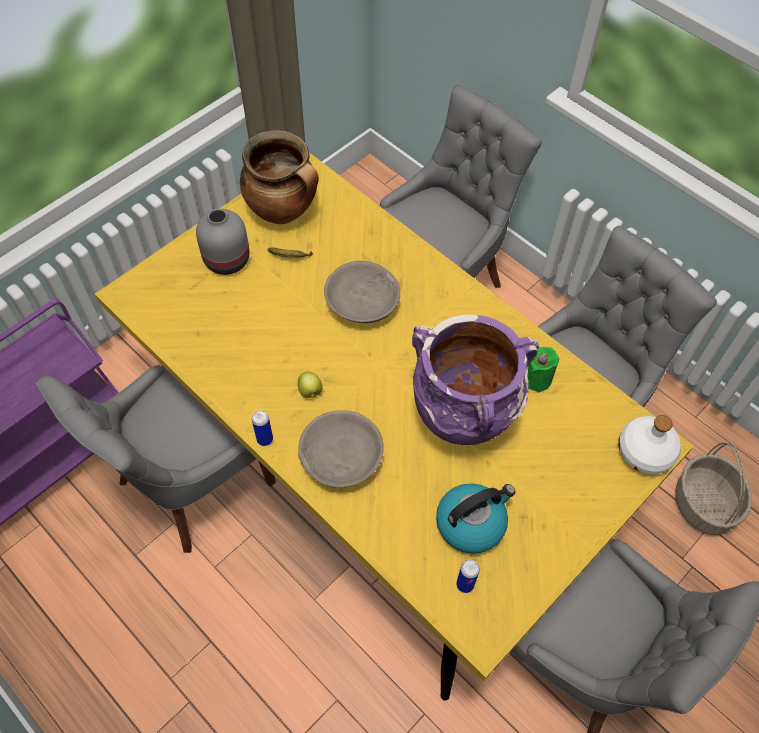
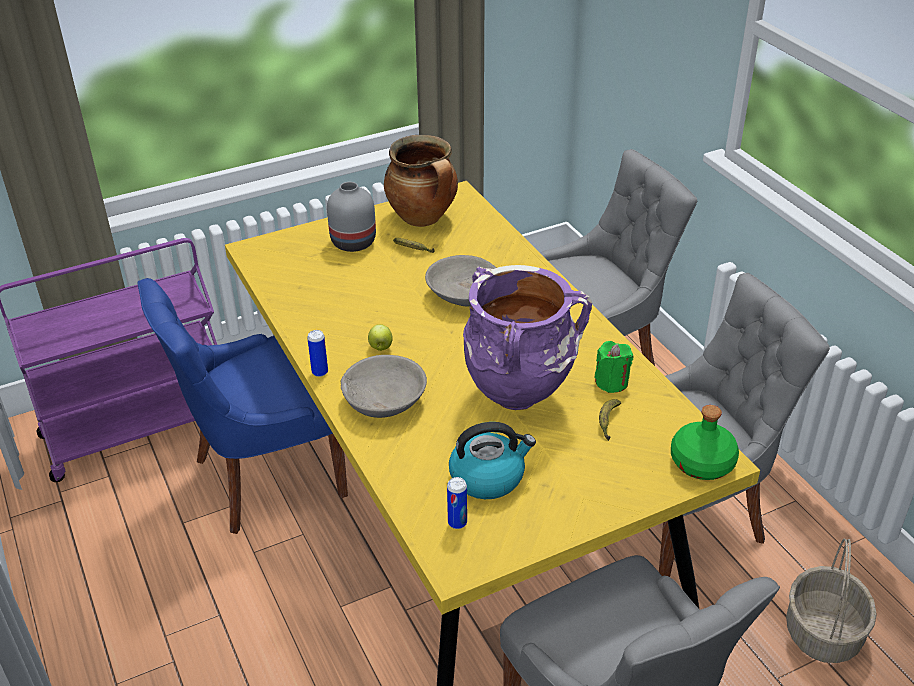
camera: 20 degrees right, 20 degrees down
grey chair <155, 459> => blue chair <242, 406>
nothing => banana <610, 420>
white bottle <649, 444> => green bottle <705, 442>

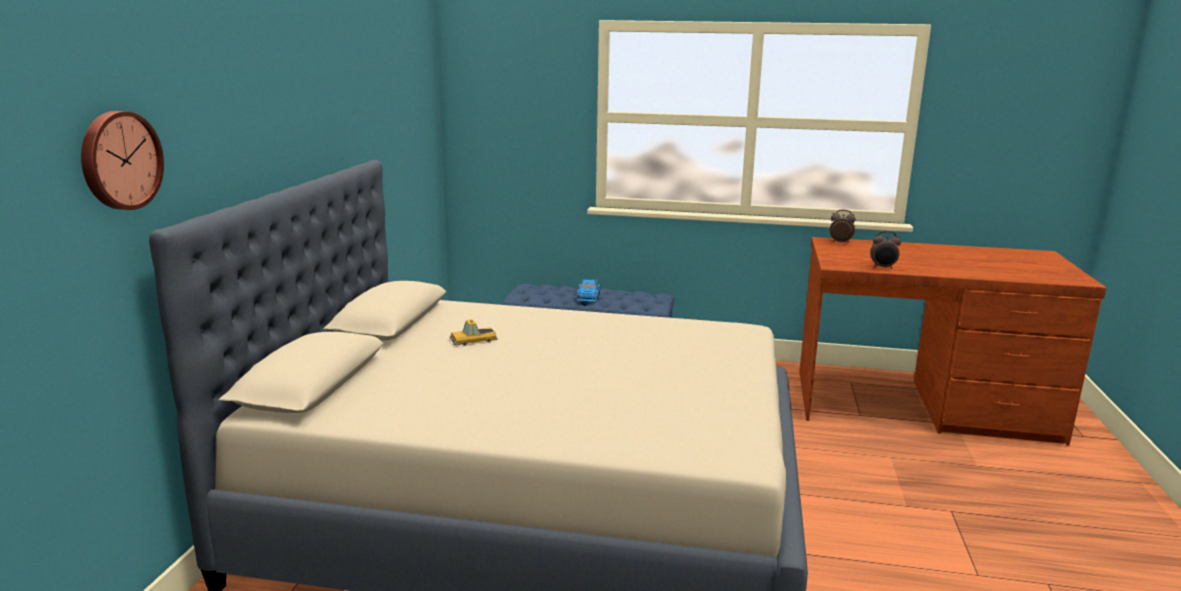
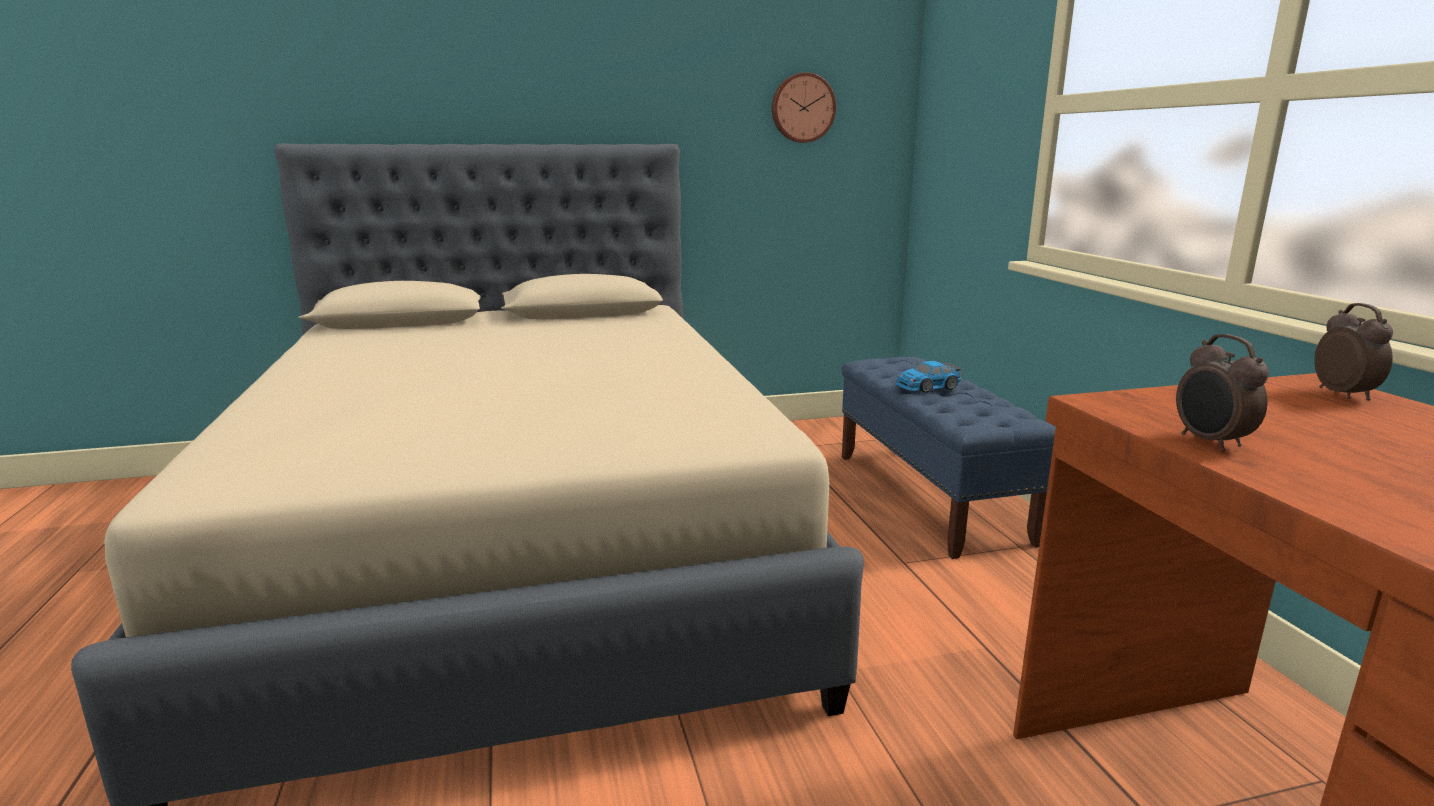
camera: 65 degrees right, 0 degrees up
wall clock <122, 160> => wall clock <804, 108>, moved
toy car <474, 332> => nothing

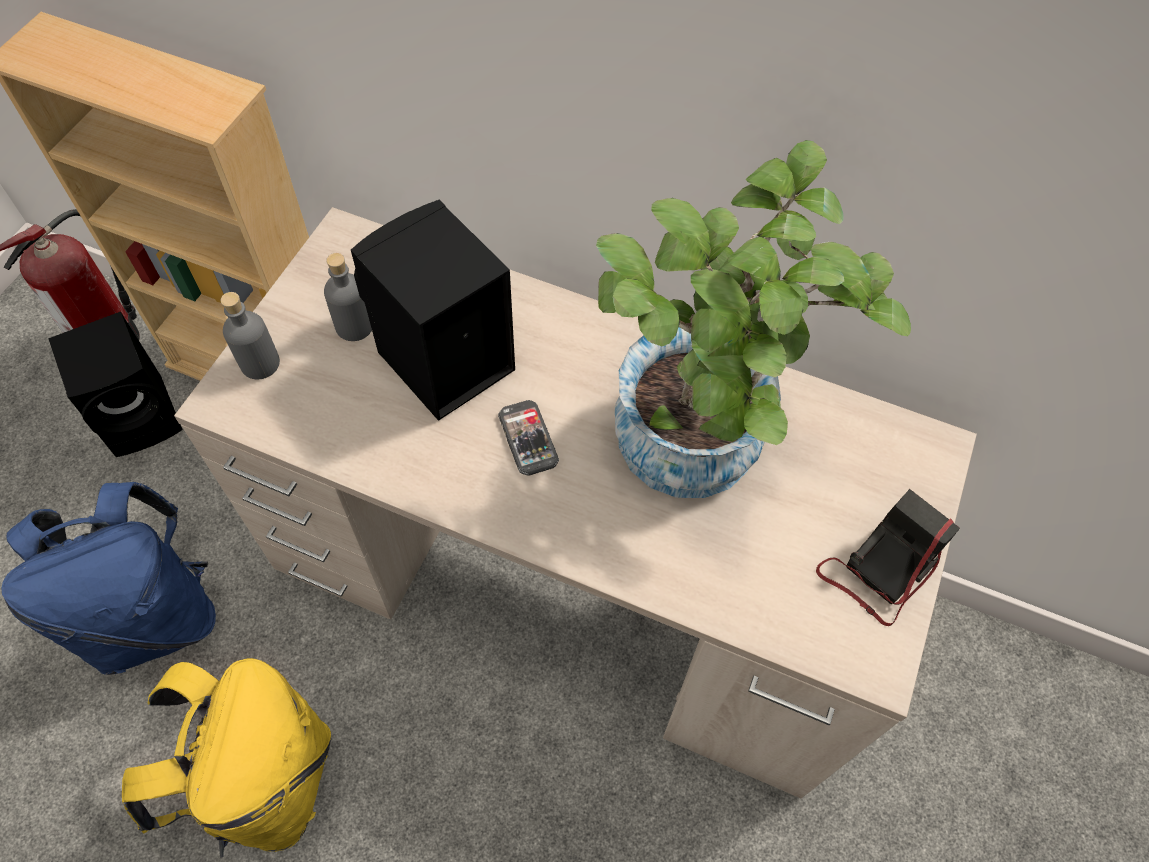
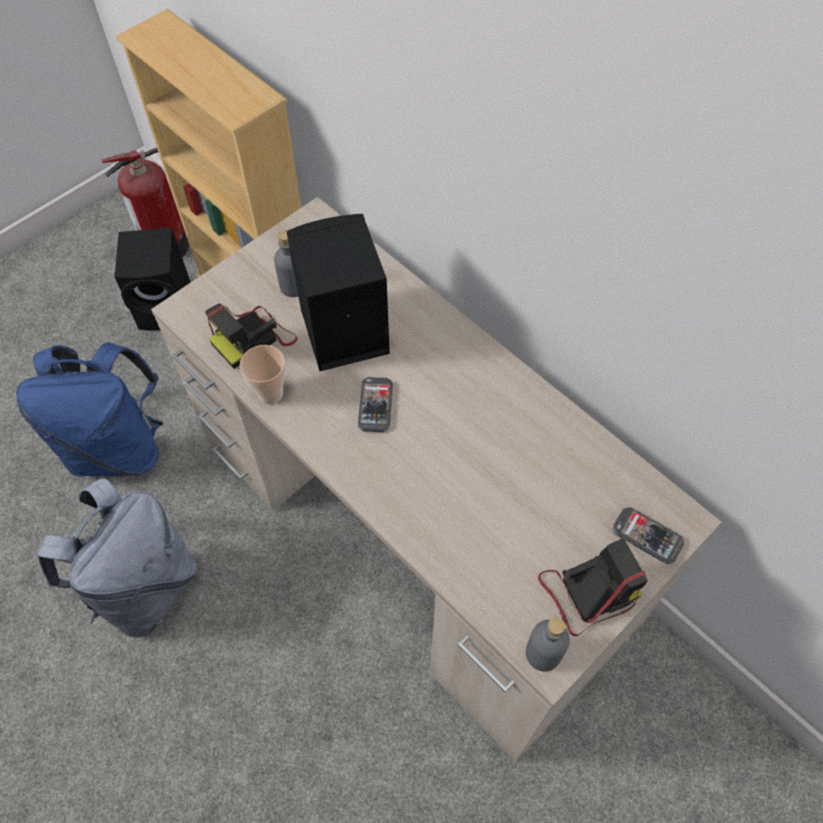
camera: 25 degrees right, 0 degrees up
yellow backpack <226, 758> => grey backpack <117, 558>
nothing => photo camera <251, 336>
nothing => cup <263, 374>
grey bottle <250, 336> => grey bottle <547, 644>, moved
nothing => phone <648, 535>
potted plant <753, 319> => nothing

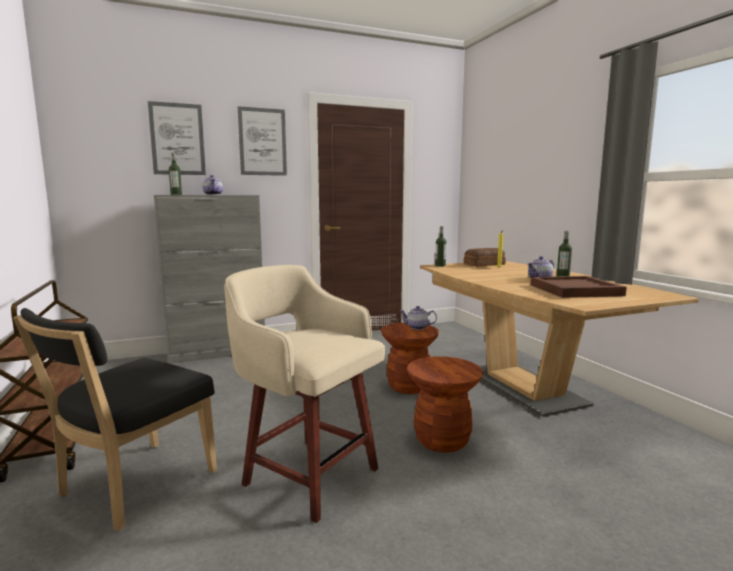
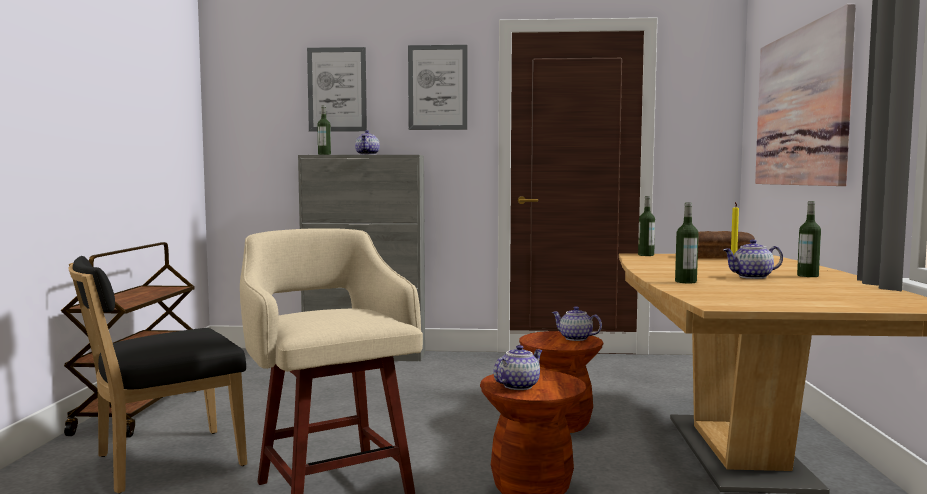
camera: 25 degrees right, 5 degrees down
nothing => teapot <518, 367>
nothing => bottle <687, 242>
nothing => picture <805, 95>
brown tray <579, 287> => nothing

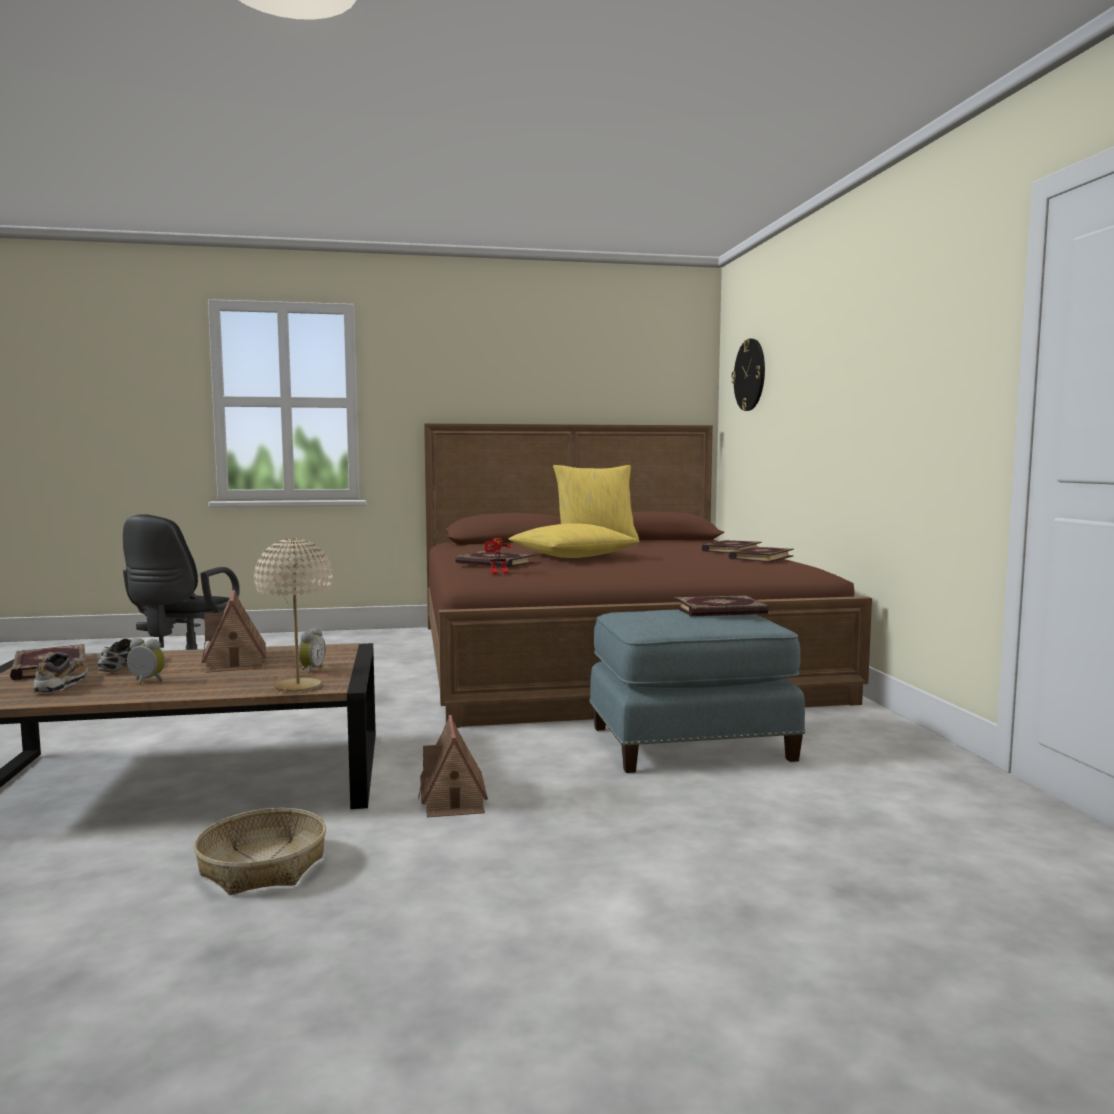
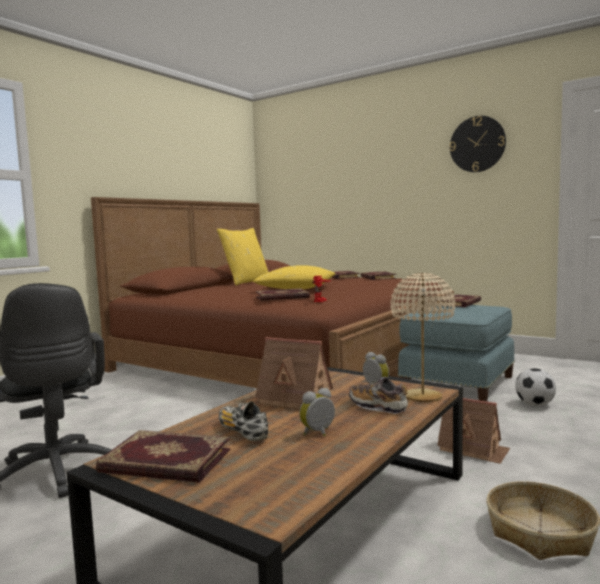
camera: 45 degrees left, 0 degrees up
shoe <61, 673> => shoe <378, 395>, moved
wall clock <748, 375> => wall clock <478, 144>, moved
nothing => football <535, 387>

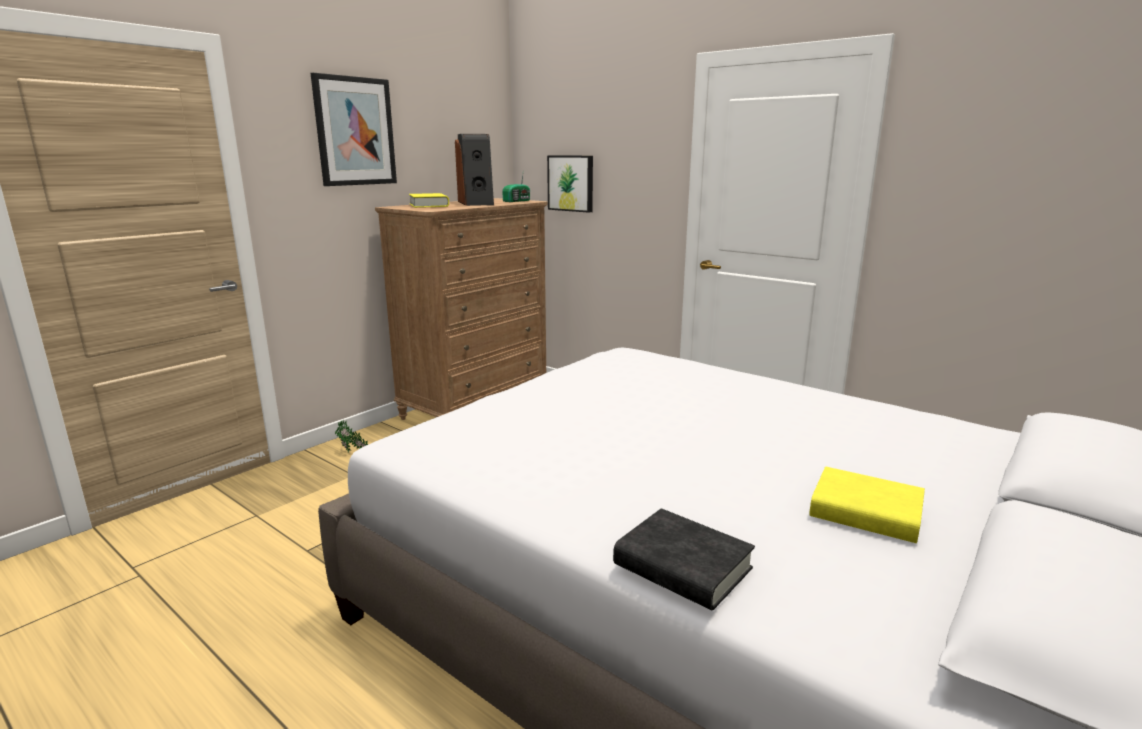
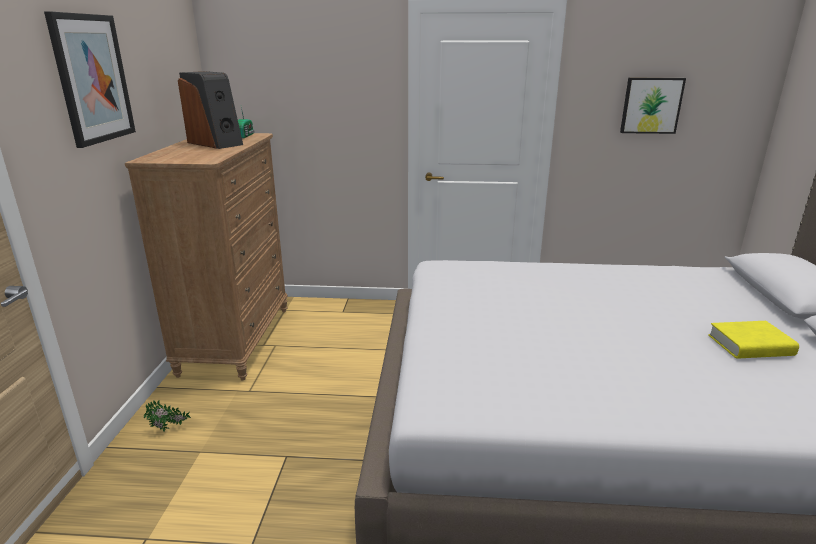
camera: 35 degrees left, 5 degrees up
picture <570, 184> => picture <653, 106>, moved
yellow book <429, 200> => nothing
black book <684, 559> => nothing

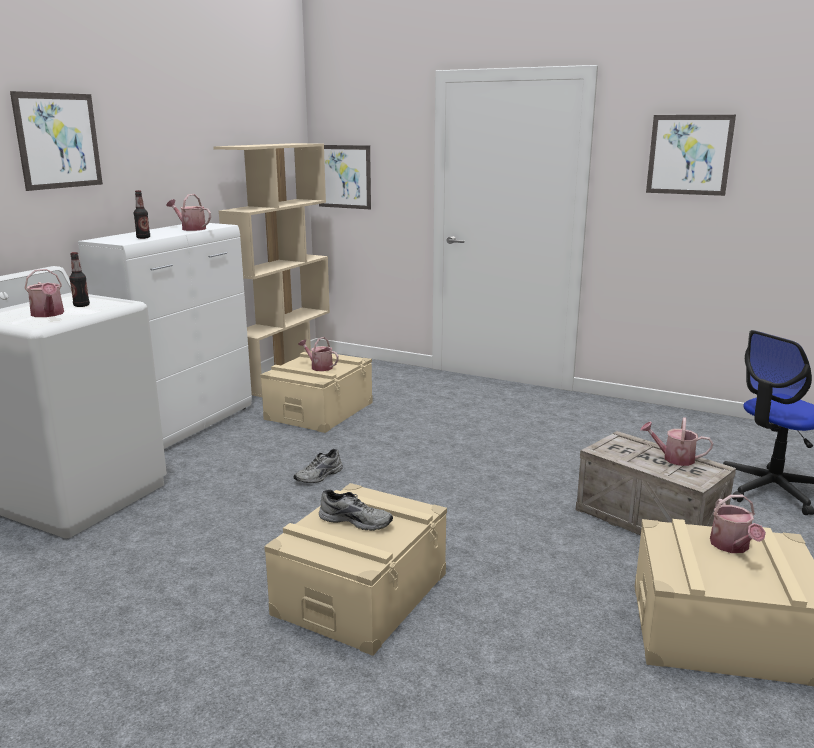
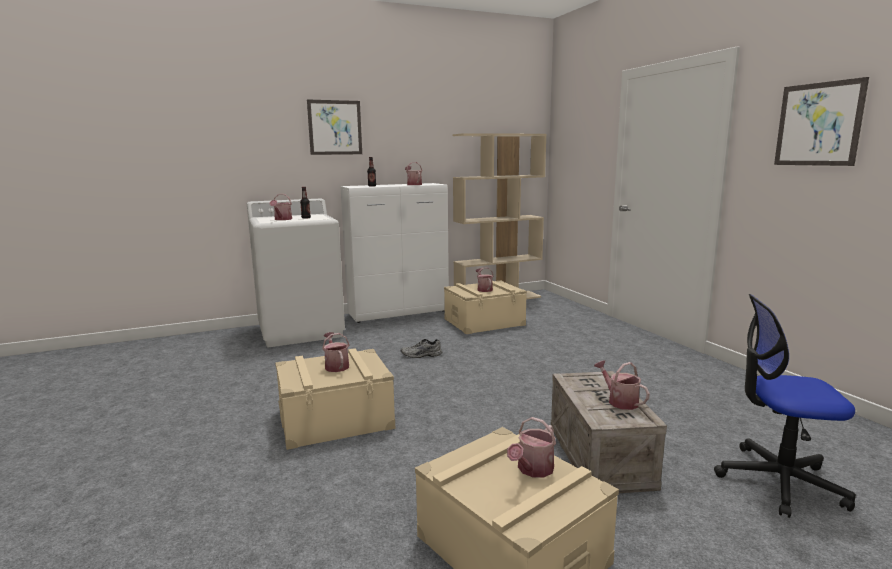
camera: 40 degrees right, 5 degrees down
grey shoe <356, 510> => watering can <335, 352>
picture <345, 177> => nothing

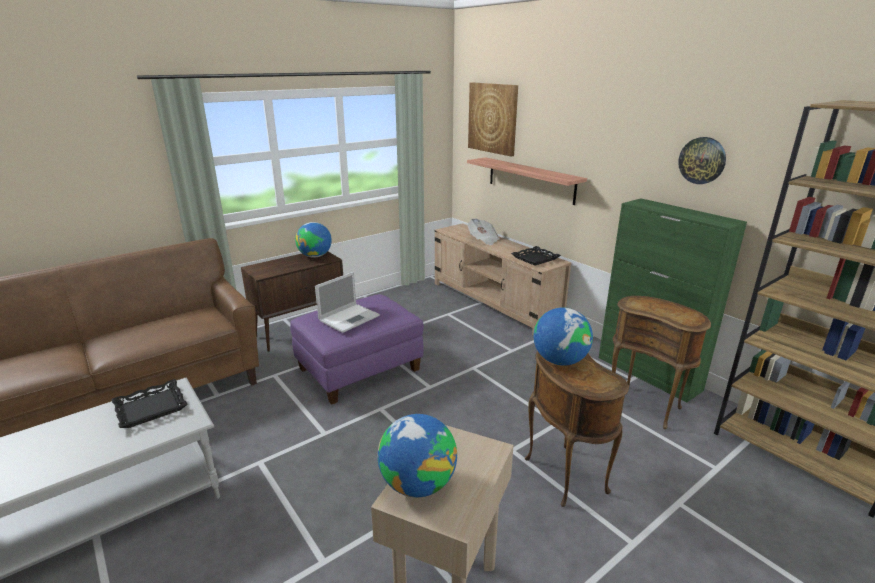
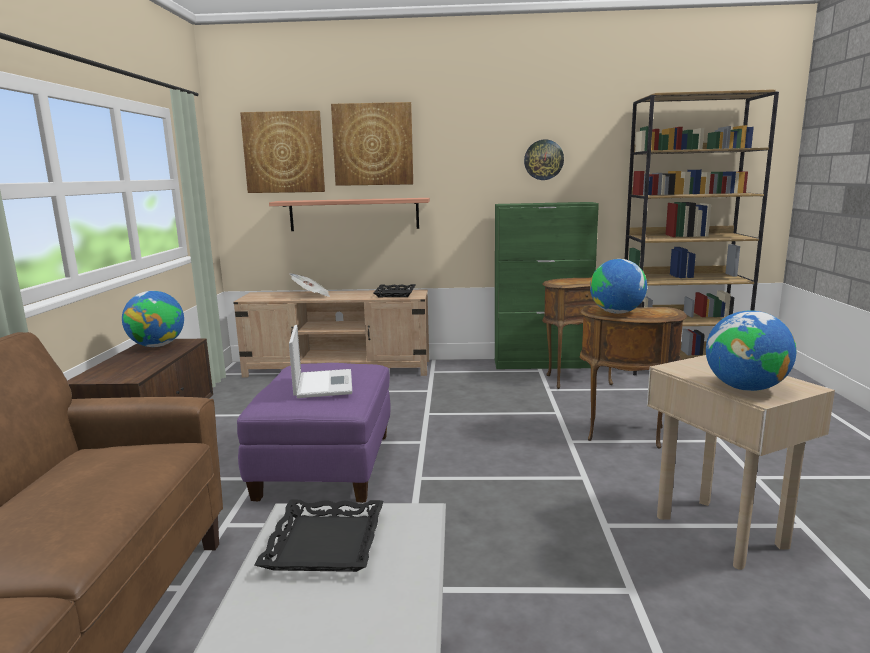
camera: 50 degrees left, 10 degrees down
nothing => picture <372, 144>

